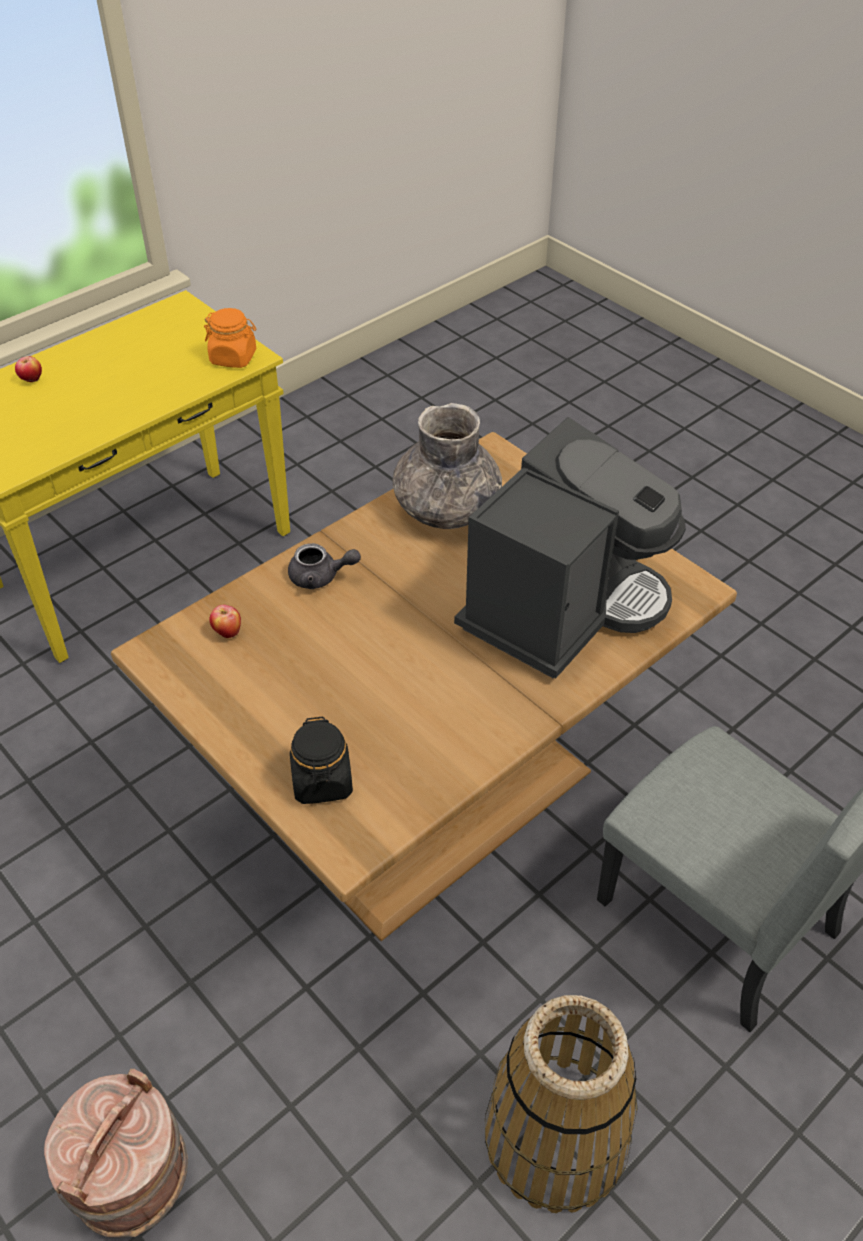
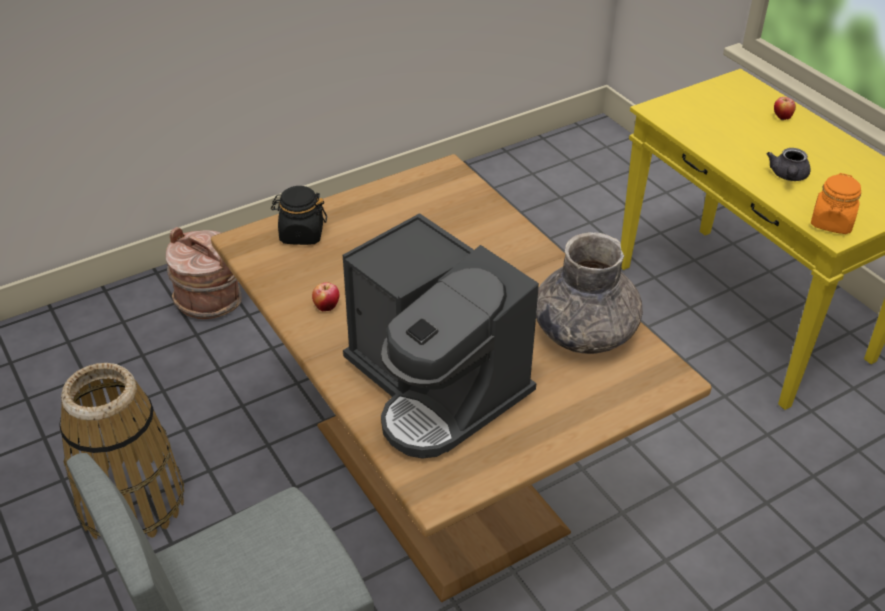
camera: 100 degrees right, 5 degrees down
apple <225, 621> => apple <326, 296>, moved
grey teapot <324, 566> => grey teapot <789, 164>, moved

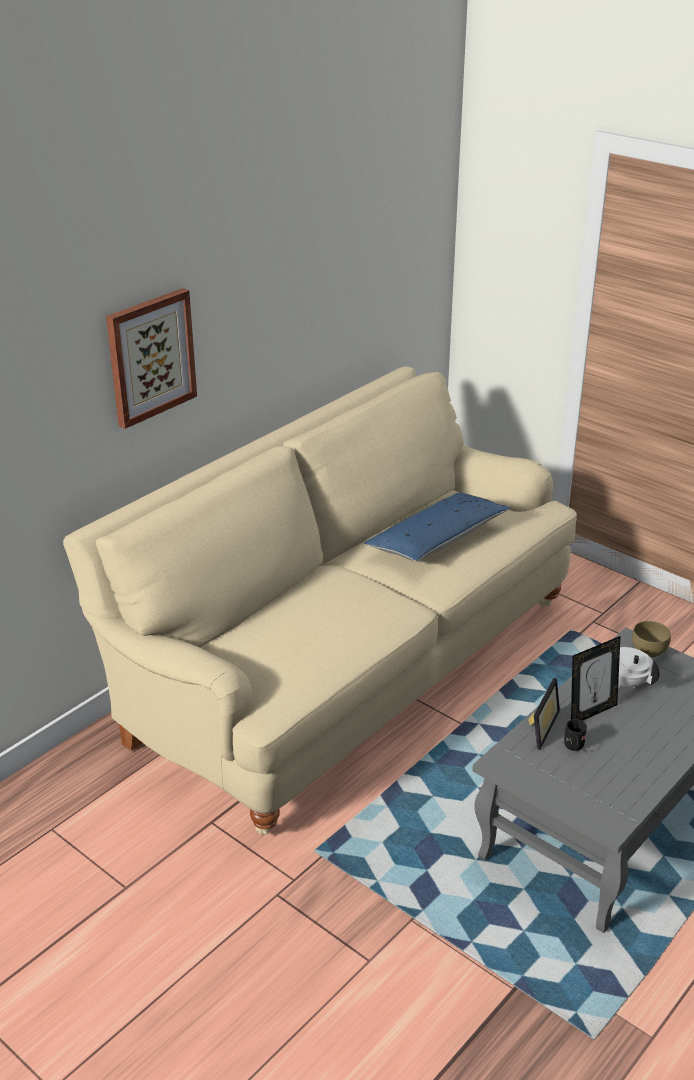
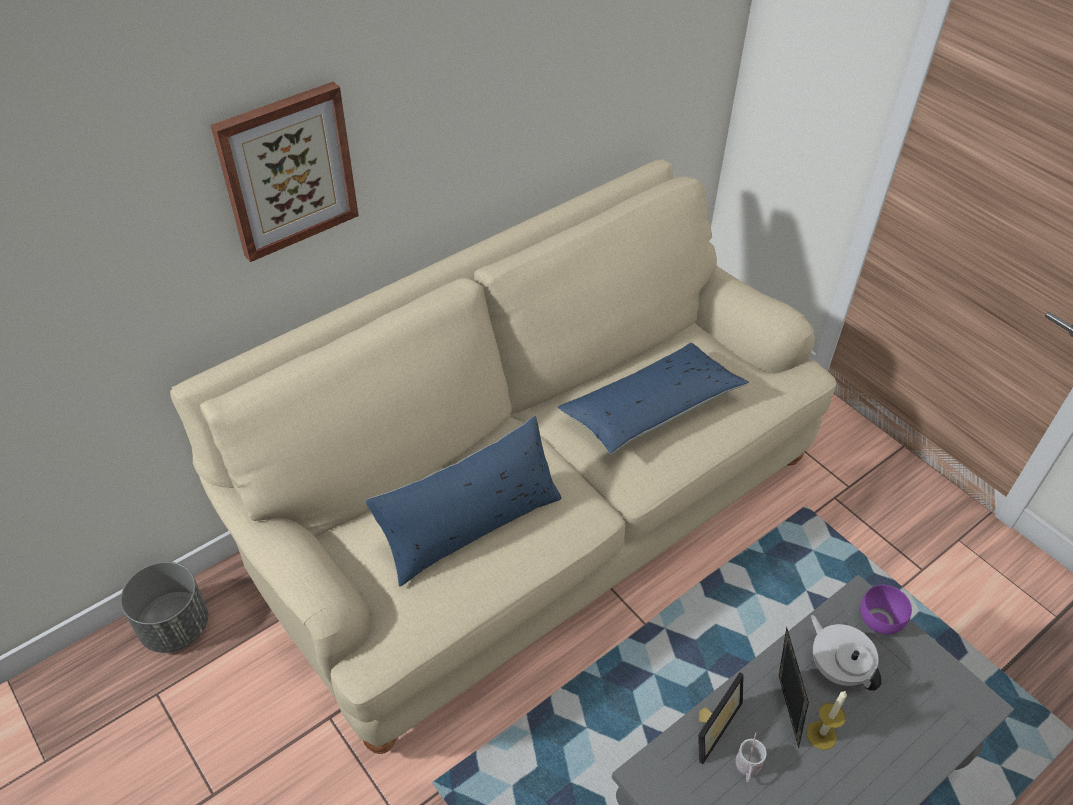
camera: 10 degrees right, 15 degrees up
nothing => grey planter <164, 607>
nothing => blue pillow <463, 501>
black mug <575, 731> => white mug <751, 757>
picture frame <595, 678> => picture frame <794, 687>, 75 degrees counterclockwise
nothing => candle <827, 720>
brown bowl <651, 639> => purple bowl <886, 609>

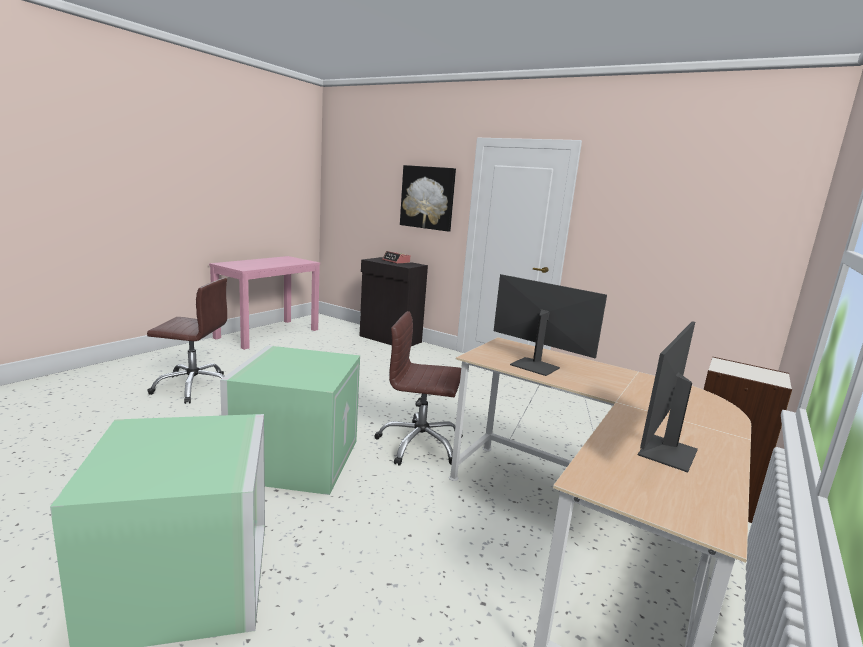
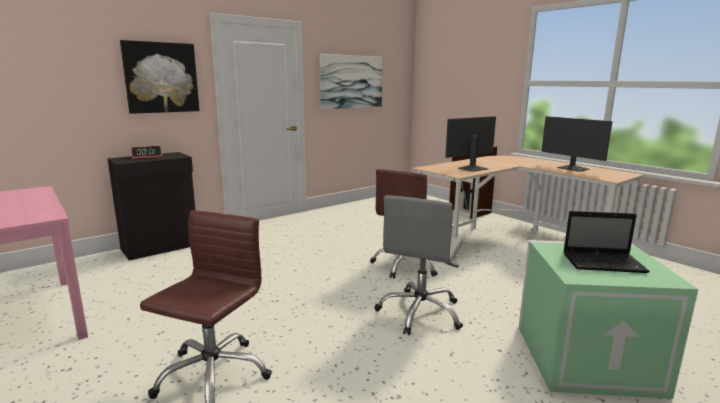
camera: 70 degrees left, 0 degrees up
nothing => picture <351, 81>
green storage box <290, 420> => grey office chair <419, 265>
nothing => laptop <607, 242>

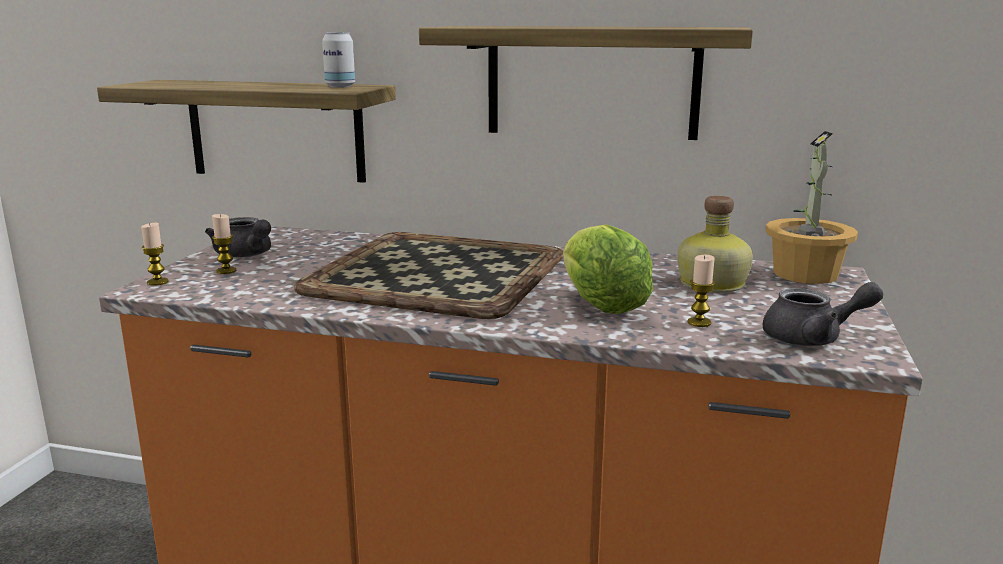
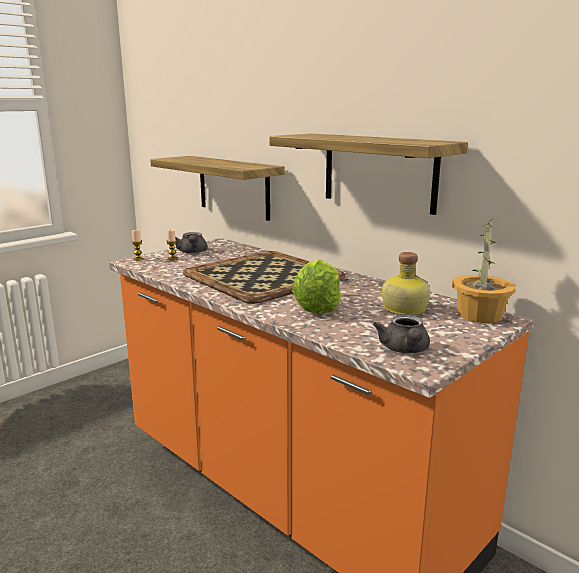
camera: 30 degrees right, 0 degrees up
grey teapot <822, 314> => grey teapot <401, 334>, 60 degrees clockwise
can <338, 60> => nothing
candle <701, 291> => nothing

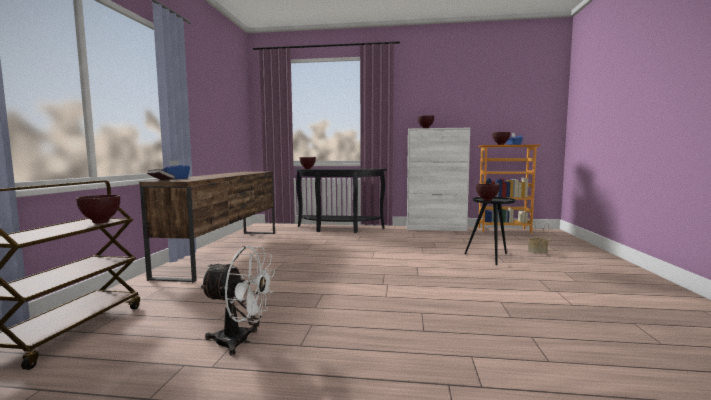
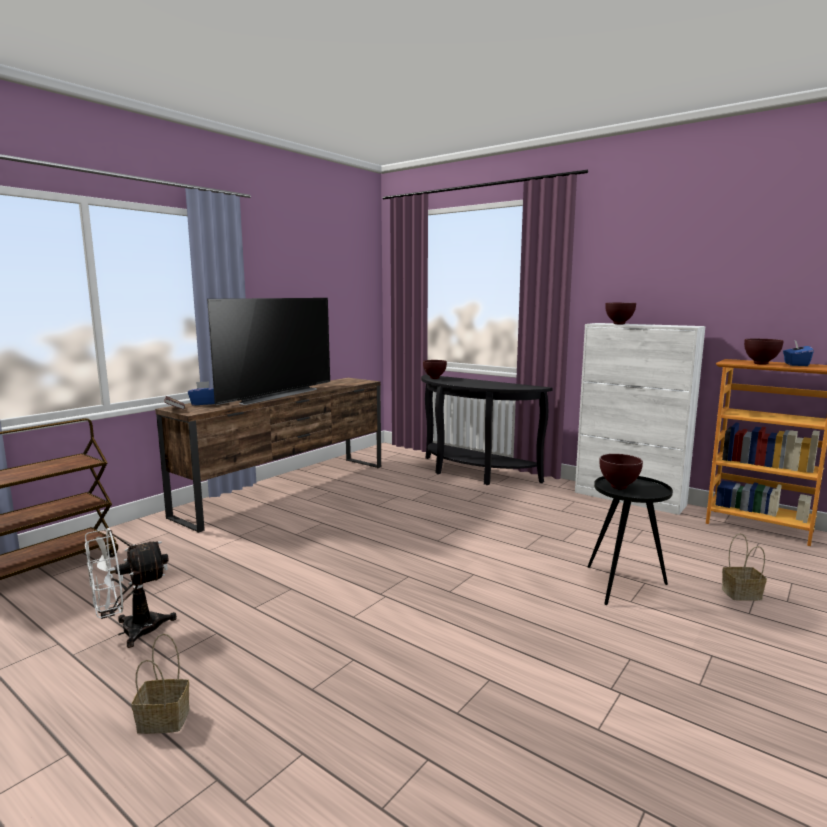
camera: 30 degrees right, 5 degrees up
white fan <237, 300> => white fan <131, 588>, 105 degrees clockwise
nothing => basket <160, 684>
nothing => television <268, 351>
brown bowl <98, 209> => nothing

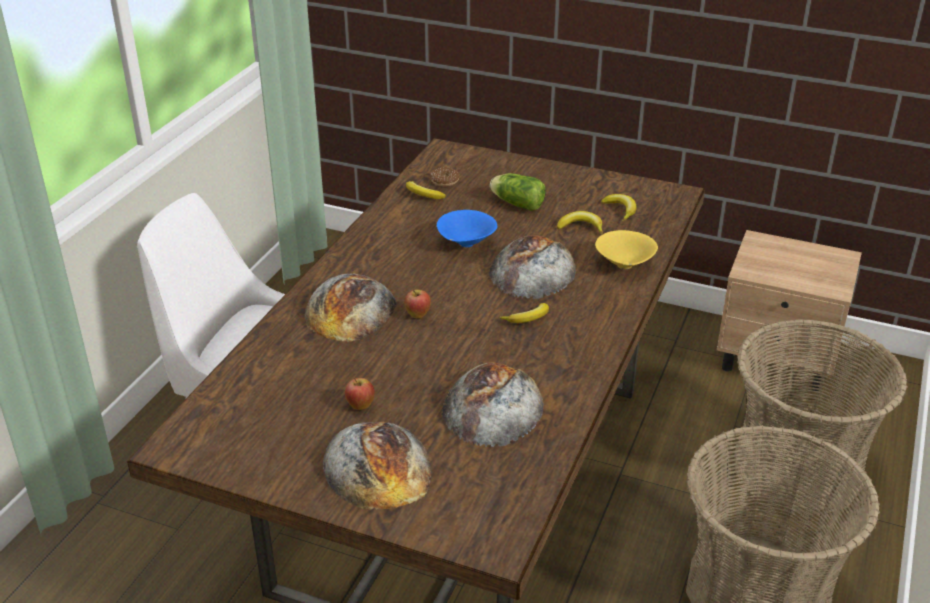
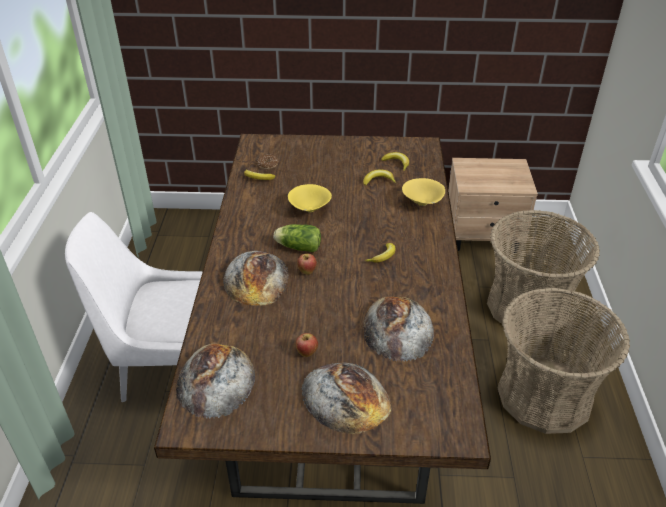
camera: 20 degrees left, 5 degrees up
bread <532, 267> => bread <215, 381>, moved
lettuce <518, 192> => lettuce <297, 238>, moved
blue bowl <467, 229> => yellow bowl <310, 198>

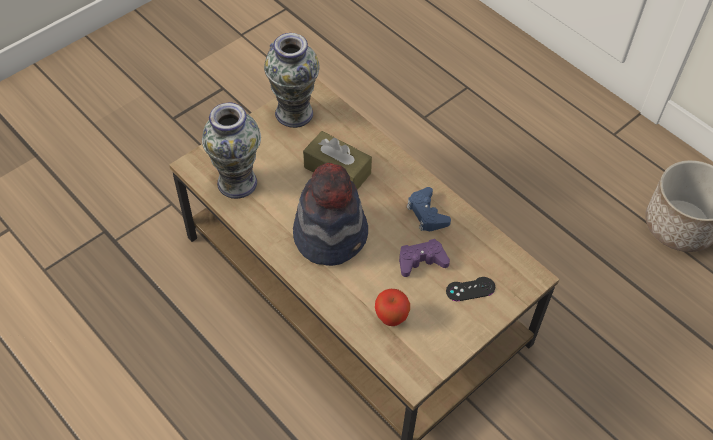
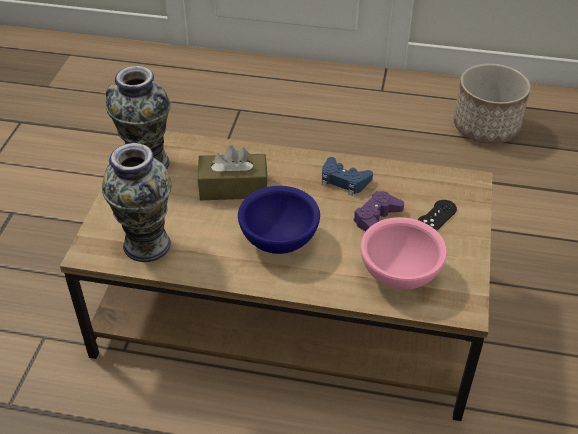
camera: 35 degrees left, 10 degrees down
hat <330, 214> => blue bowl <279, 220>
apple <392, 307> => pink bowl <403, 253>

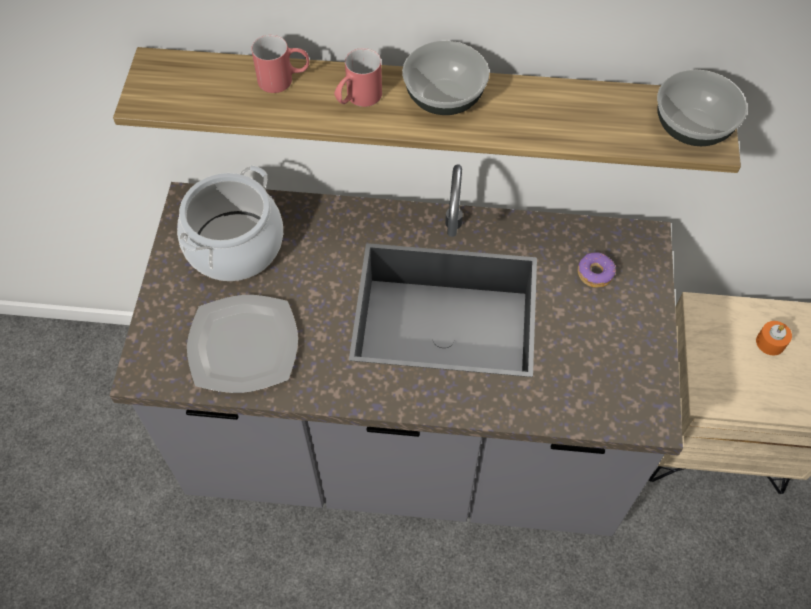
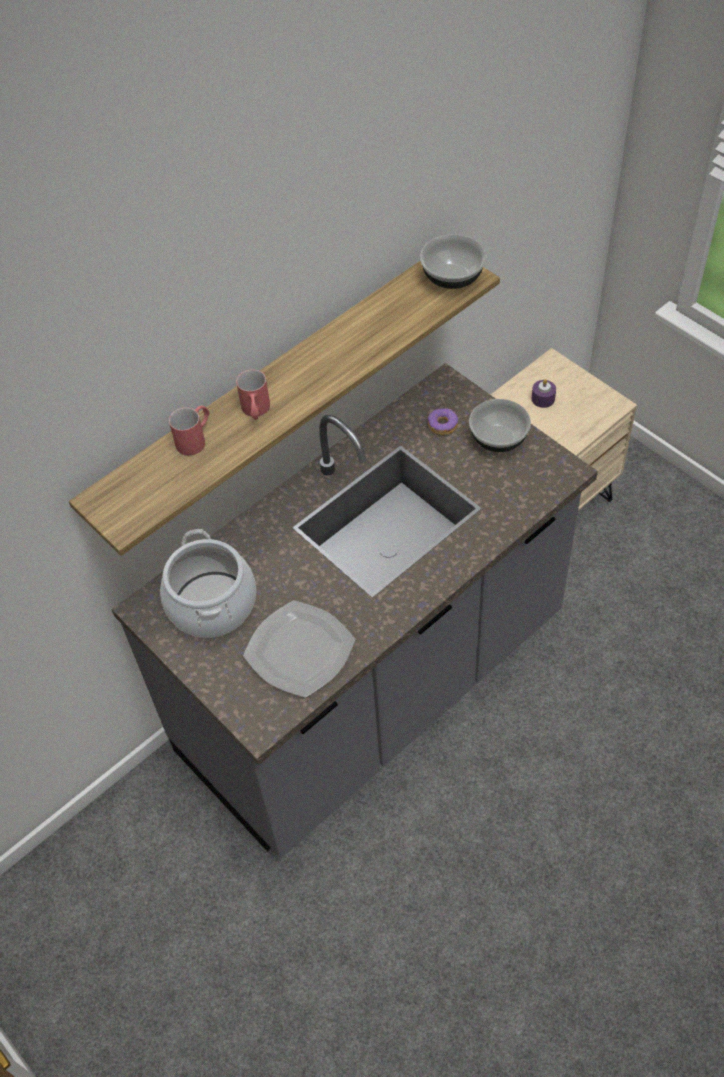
camera: 45 degrees left, 5 degrees down
bowl <445, 78> => bowl <500, 425>, moved
orange candle <774, 338> => purple candle <544, 393>

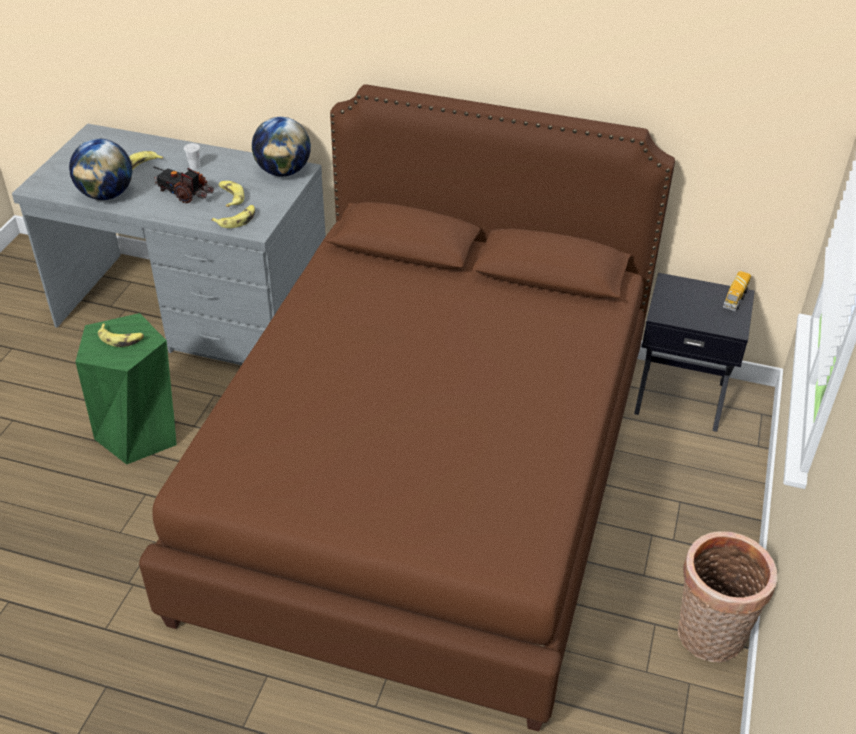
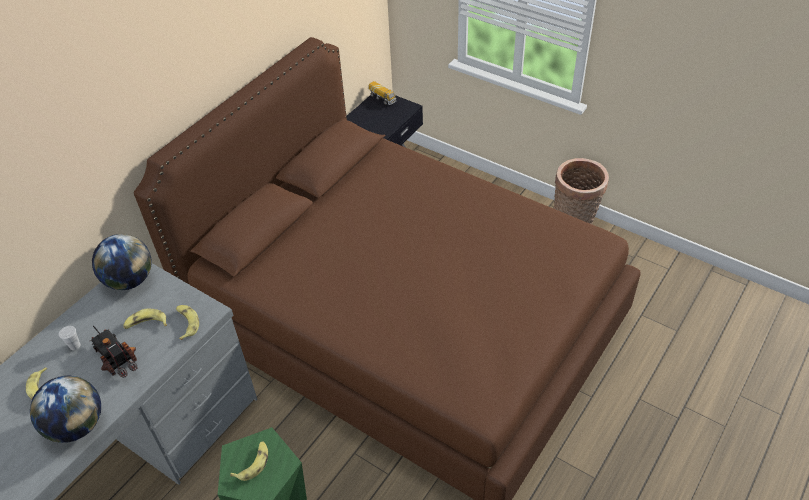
camera: 70 degrees left, 5 degrees up
toy truck <183, 185> => toy truck <113, 352>, 90 degrees clockwise

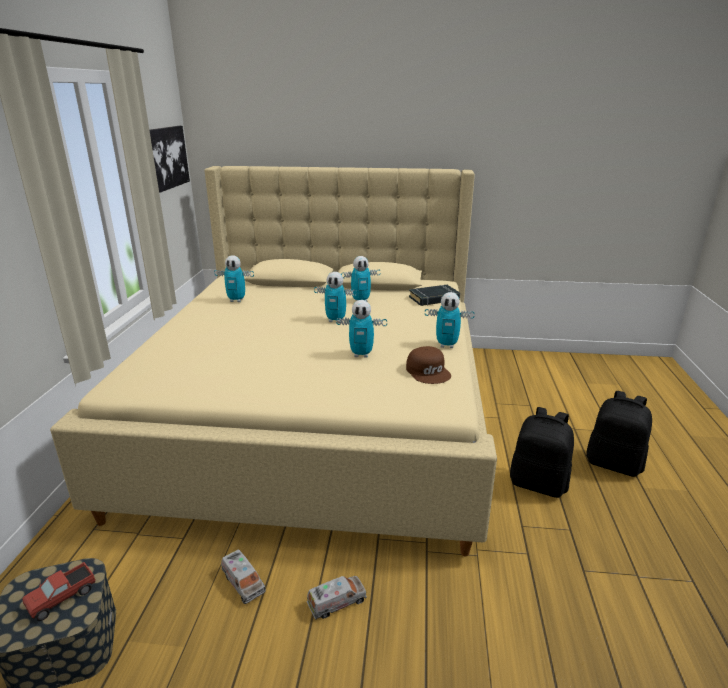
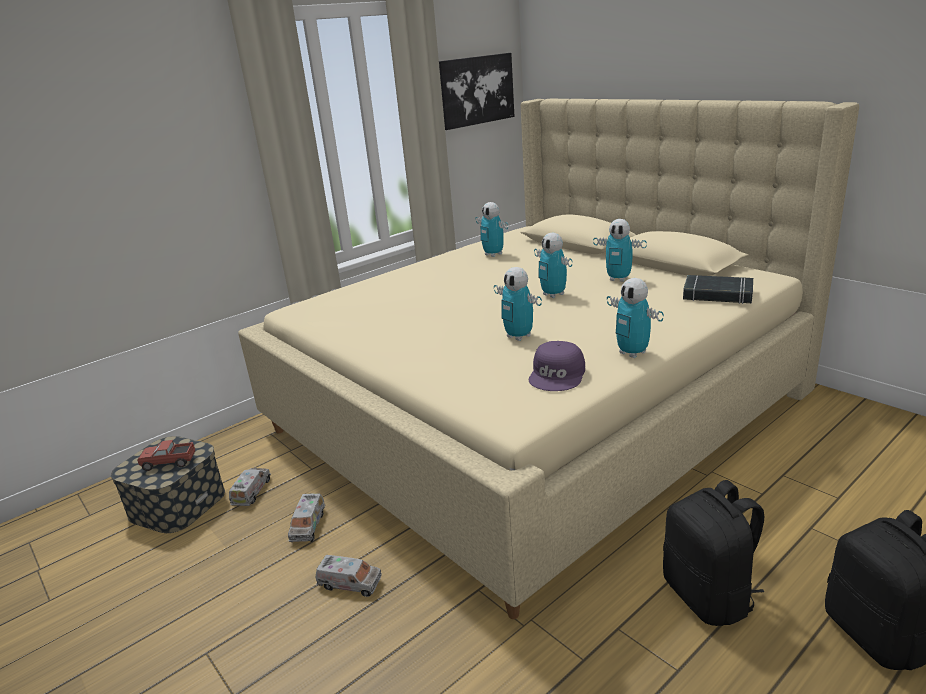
camera: 45 degrees right, 0 degrees up
nothing => toy truck <250, 487>
brown cap <428, 365> => purple cap <557, 366>

